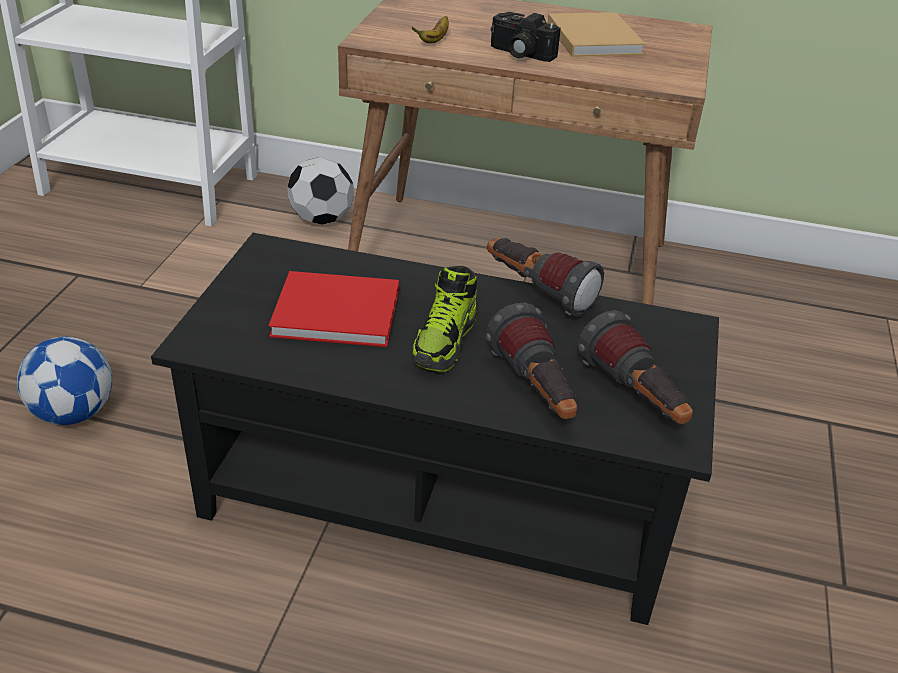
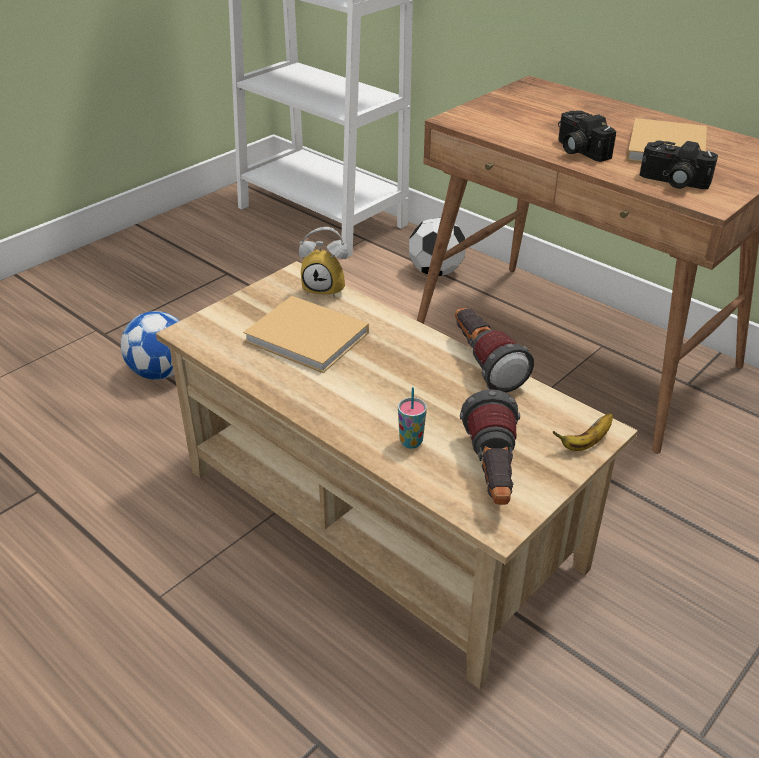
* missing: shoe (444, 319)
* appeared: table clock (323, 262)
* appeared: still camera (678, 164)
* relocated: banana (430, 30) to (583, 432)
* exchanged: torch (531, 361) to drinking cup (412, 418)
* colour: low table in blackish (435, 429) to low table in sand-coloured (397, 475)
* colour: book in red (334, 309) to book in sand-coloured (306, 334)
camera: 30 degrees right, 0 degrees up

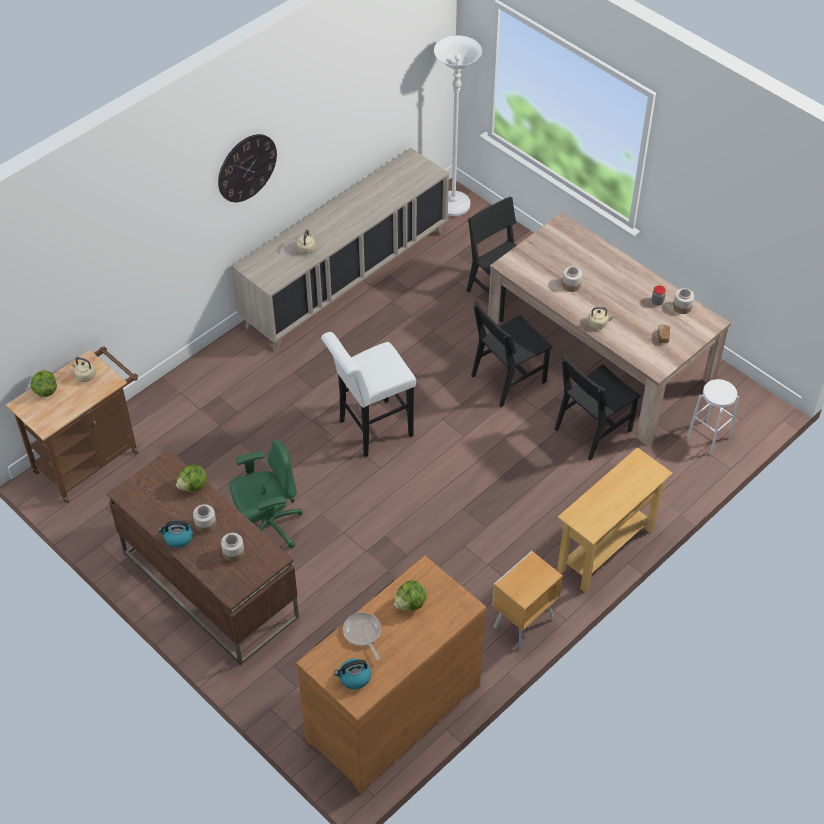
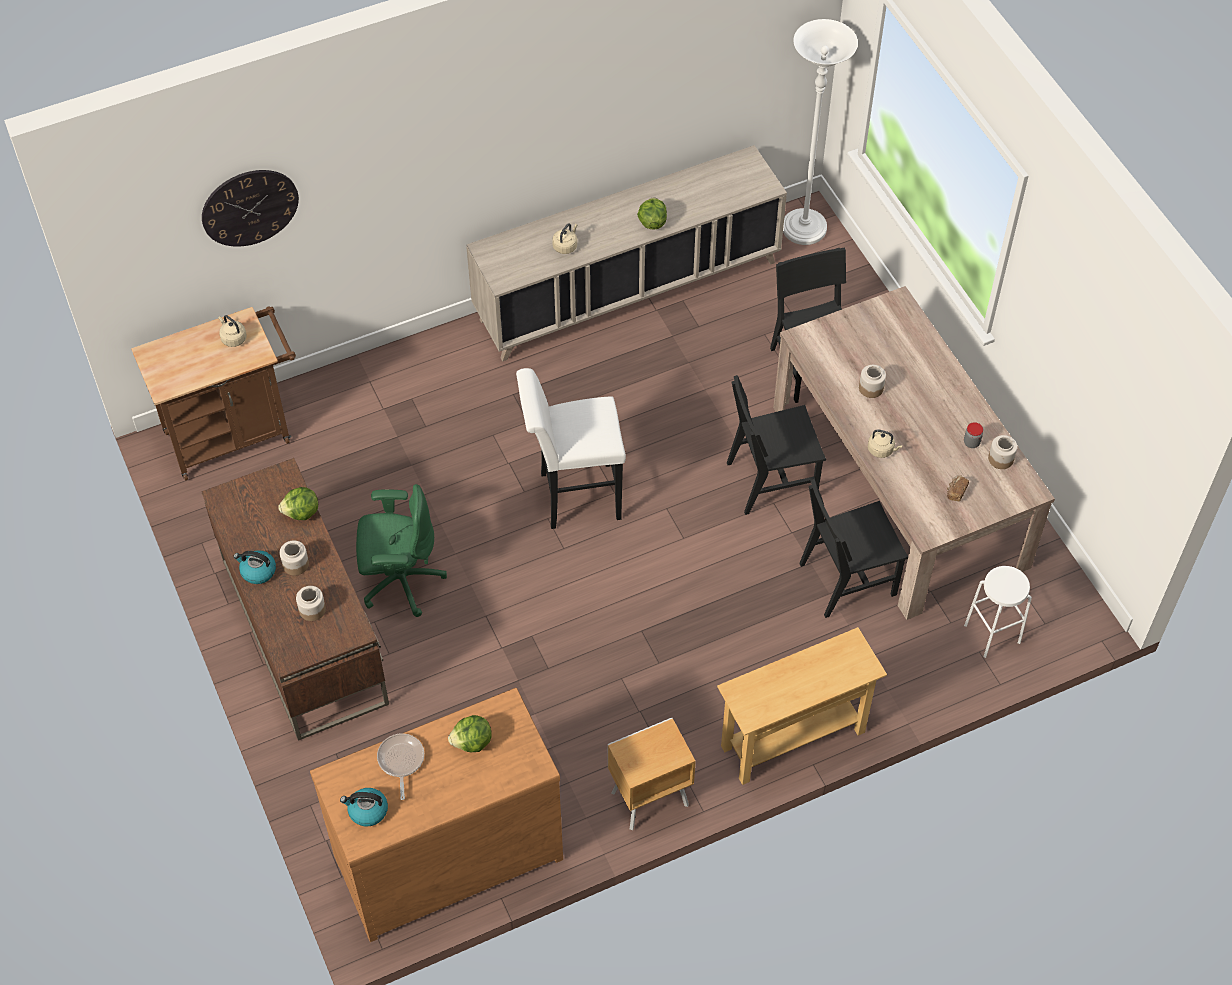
* relocated: lettuce head (44, 383) to (652, 214)
* relocated: wall clock (247, 168) to (250, 208)
camera: 20 degrees right, 5 degrees up

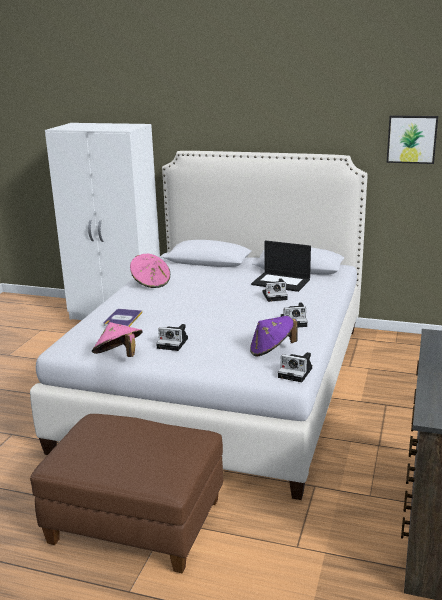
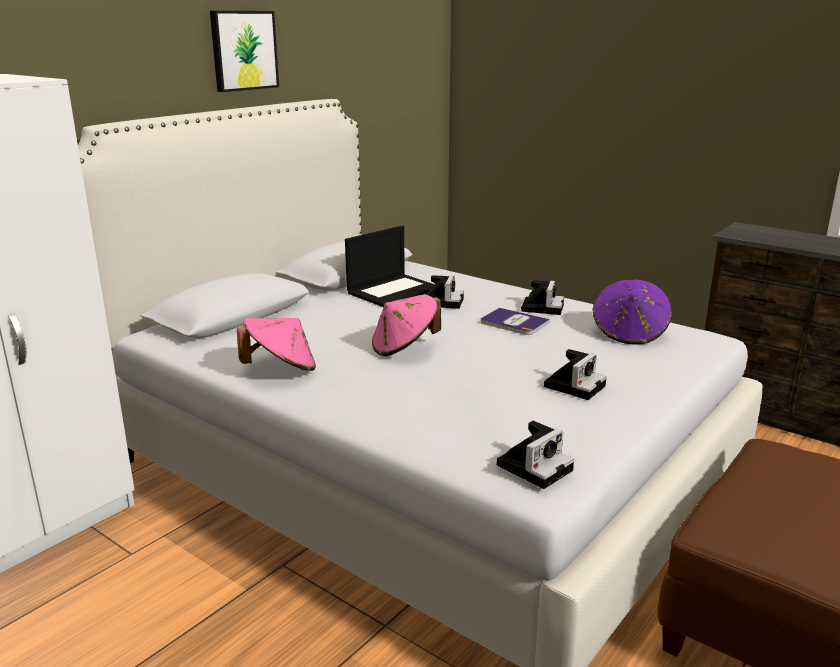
* relocated: hat in pink (117, 339) to (406, 325)
* relocated: book (123, 318) to (515, 321)
* relocated: still camera (295, 367) to (535, 455)
* relocated: wall art (412, 139) to (244, 51)
camera: 70 degrees left, 0 degrees up

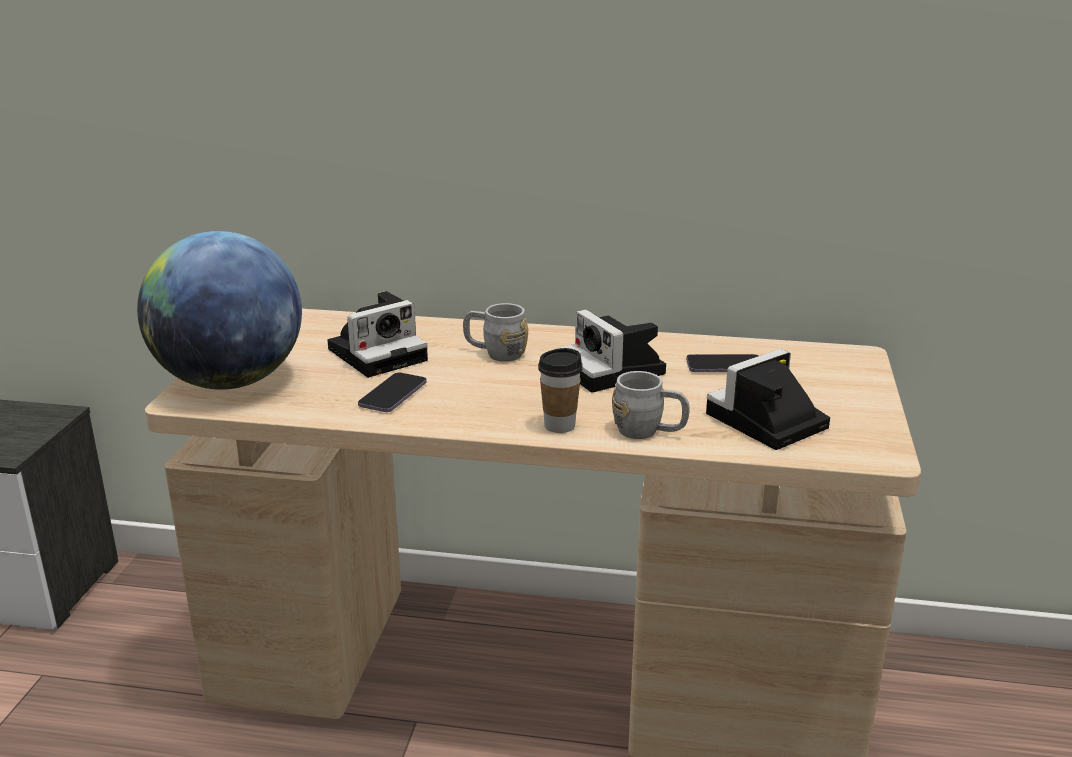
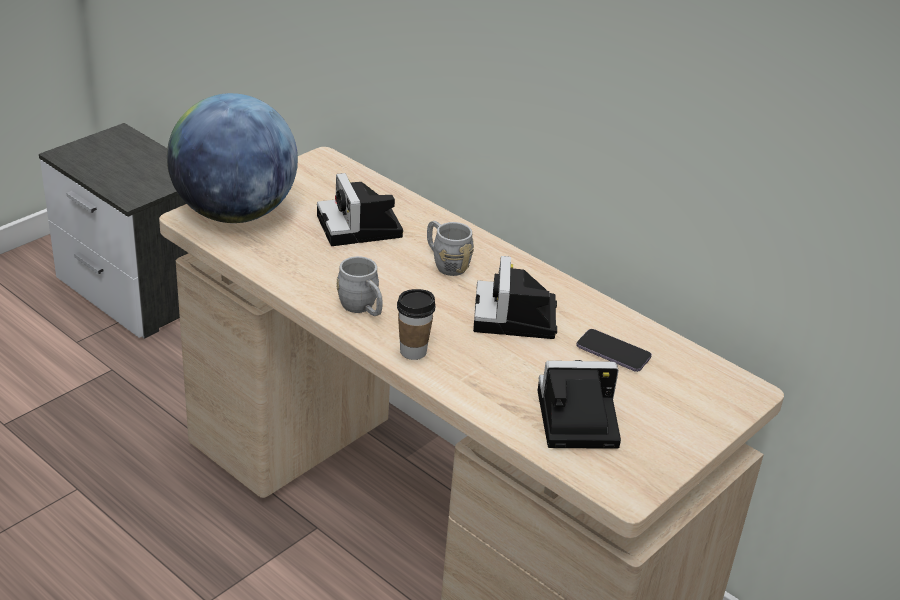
* missing: phone (392, 392)
* relocated: mug in gray (651, 405) to (360, 286)
* spun: still camera (377, 334) = (360, 209) 75 degrees clockwise
camera: 30 degrees right, 10 degrees up

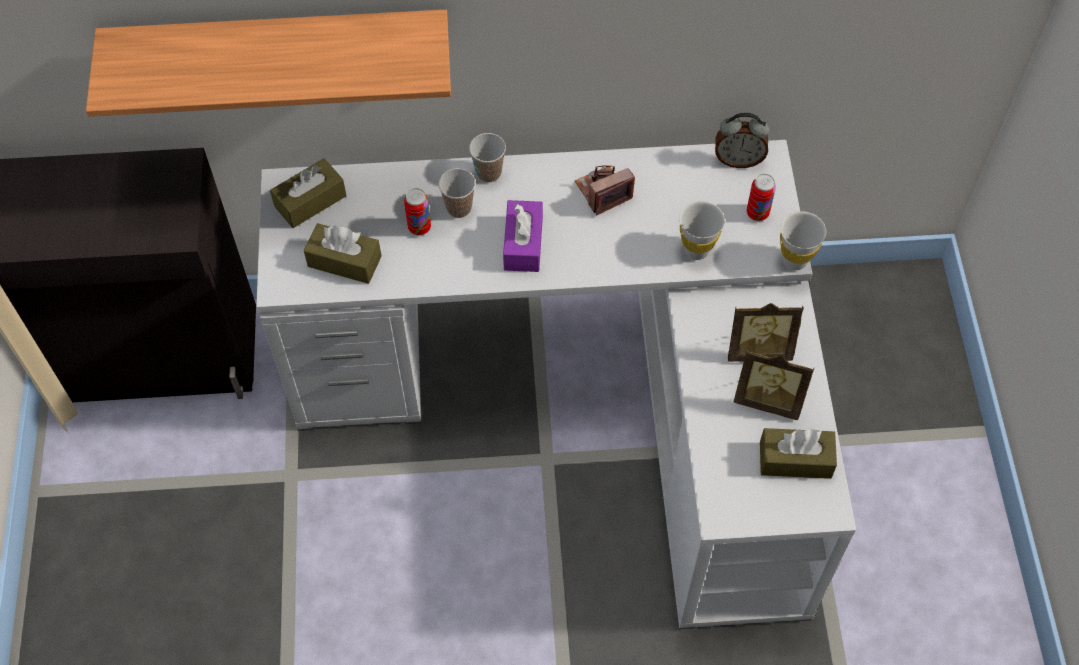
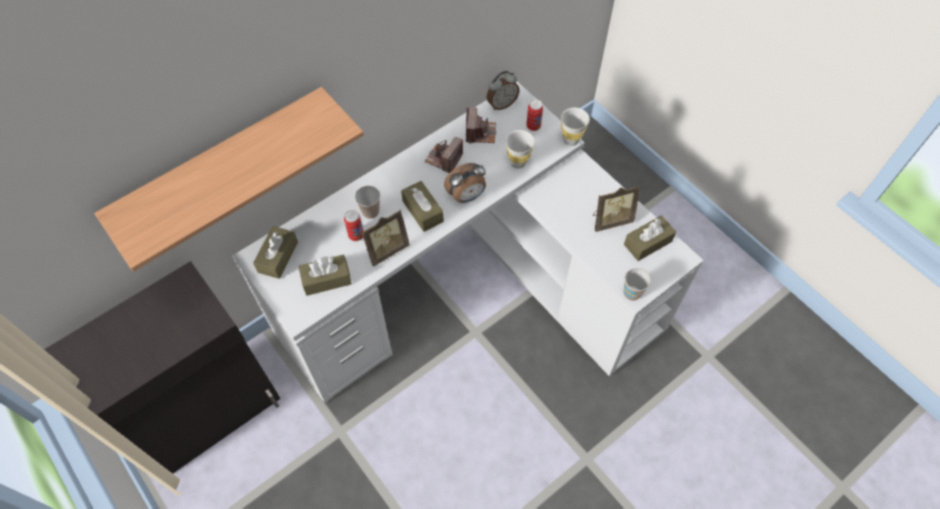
* appeared: table clock (465, 183)
* appeared: still camera (481, 125)
* relocated: drinking cup (487, 157) to (637, 284)
* relocated: photo frame (766, 332) to (385, 238)
* colour: box of tissues in purplish (523, 236) to box of tissues in brownish (422, 206)
camera: 35 degrees left, 0 degrees up

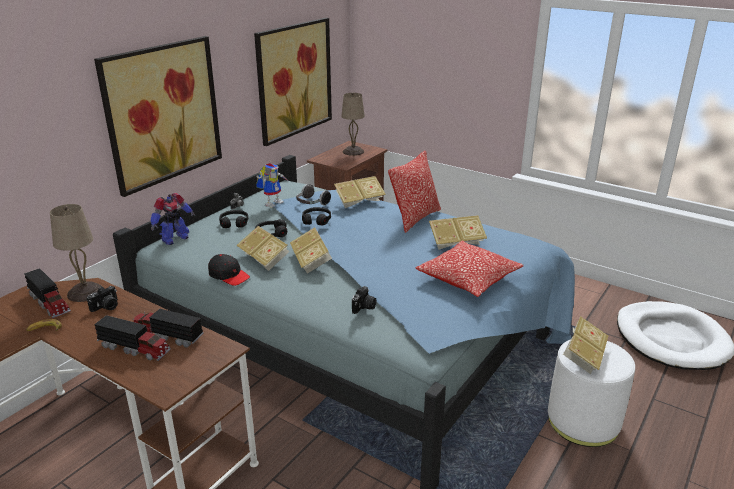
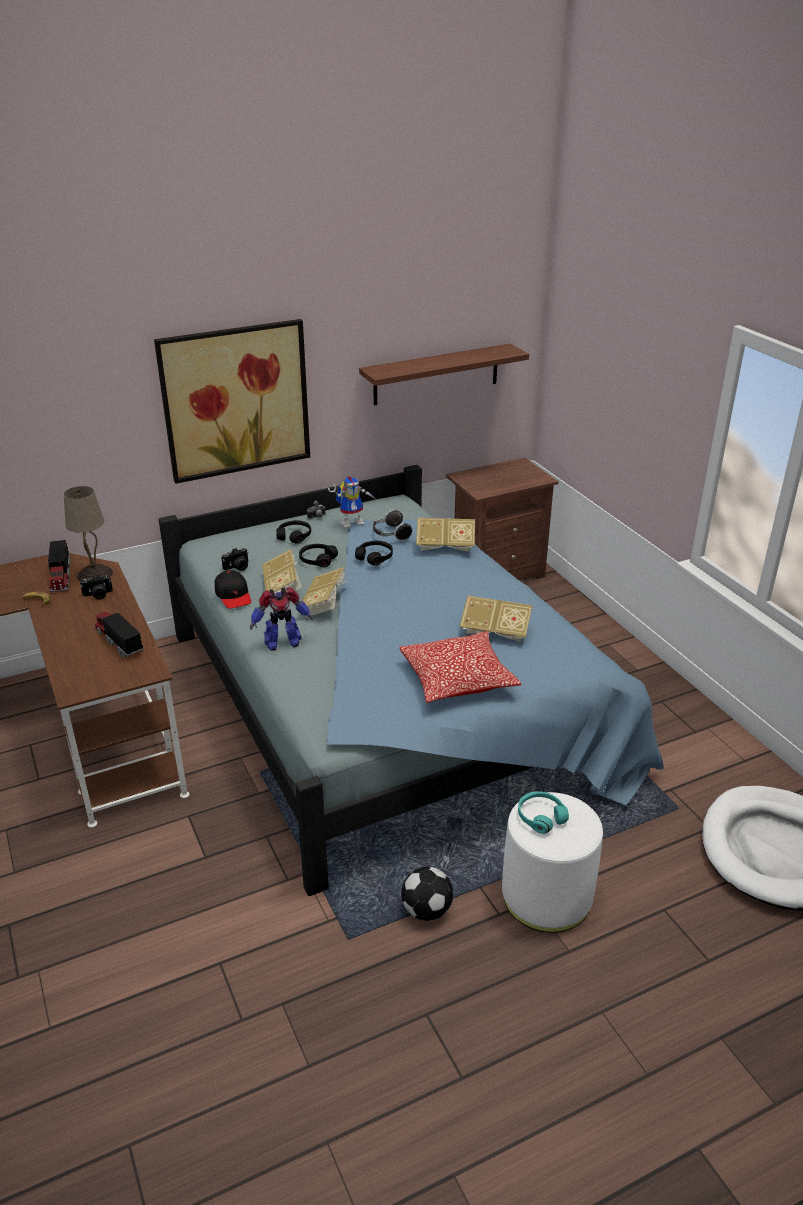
* missing: toy lorry (132, 338)
* missing: lamp for a table in sand-coloured (353, 124)
* missing: throw pillow (414, 192)
* appeared: football (427, 894)
* relocated: model robot (172, 219) to (281, 618)
* relocated: still camera (364, 300) to (234, 559)
* exchanged: wall art (293, 82) to shelf (444, 374)
* exchanged: book (585, 345) to pair of headphones in turquoise (543, 812)
camera: 30 degrees right, 5 degrees up

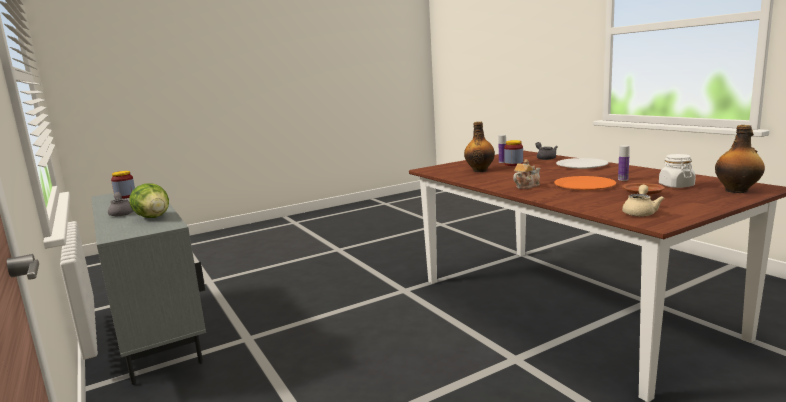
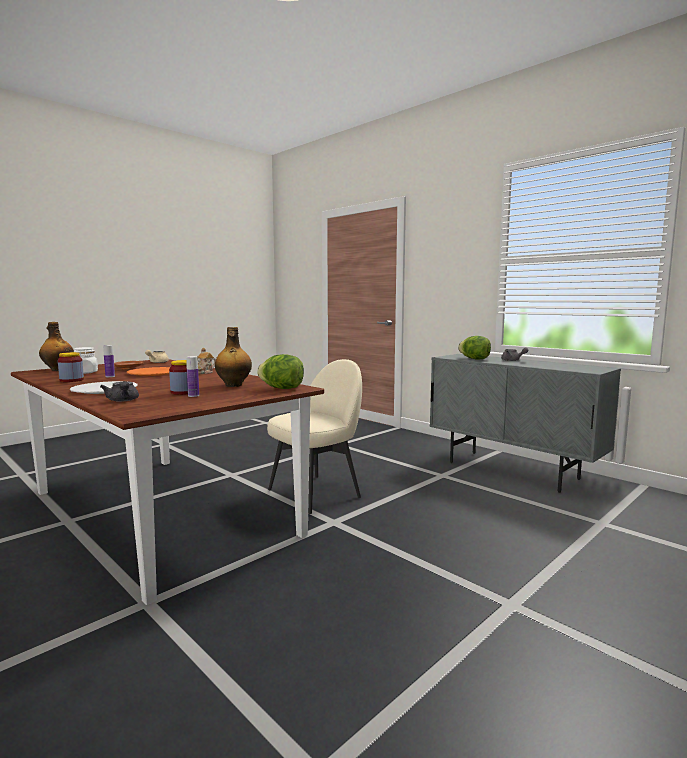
* appeared: lettuce head (280, 371)
* appeared: chair in sand-coloured (314, 436)
* relocated: jar (123, 185) to (71, 367)
camera: 165 degrees right, 5 degrees down

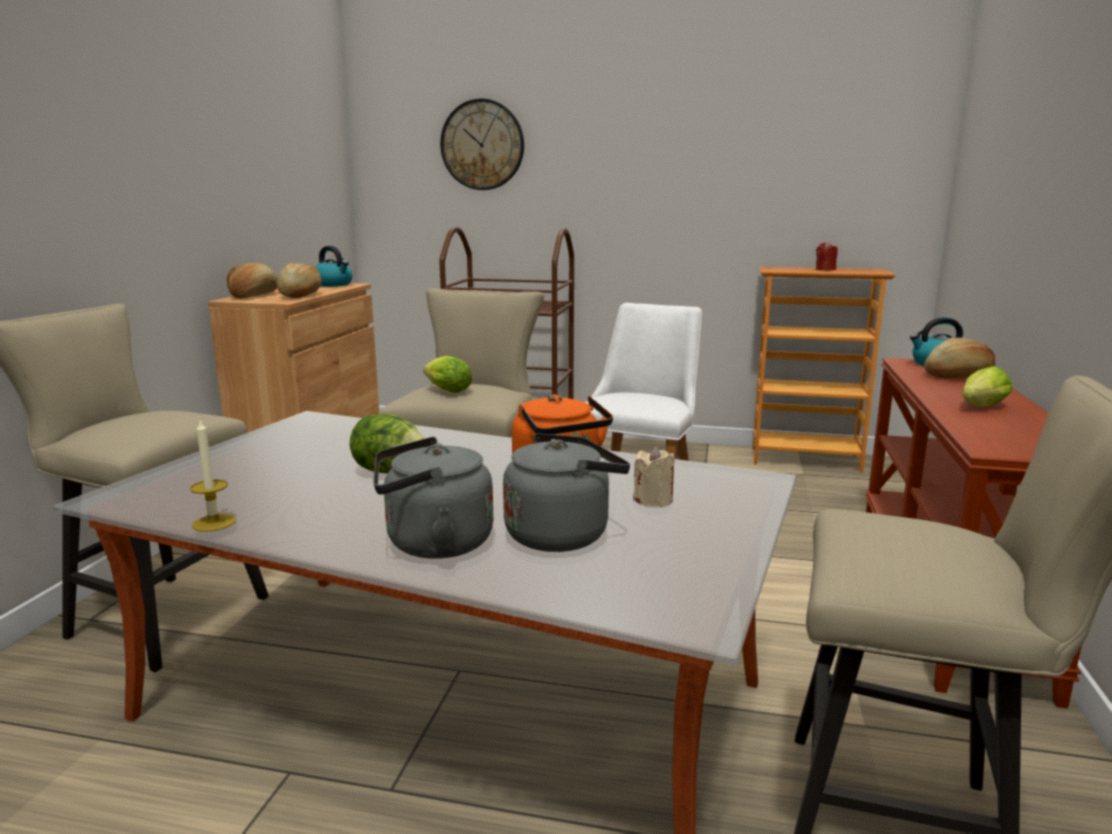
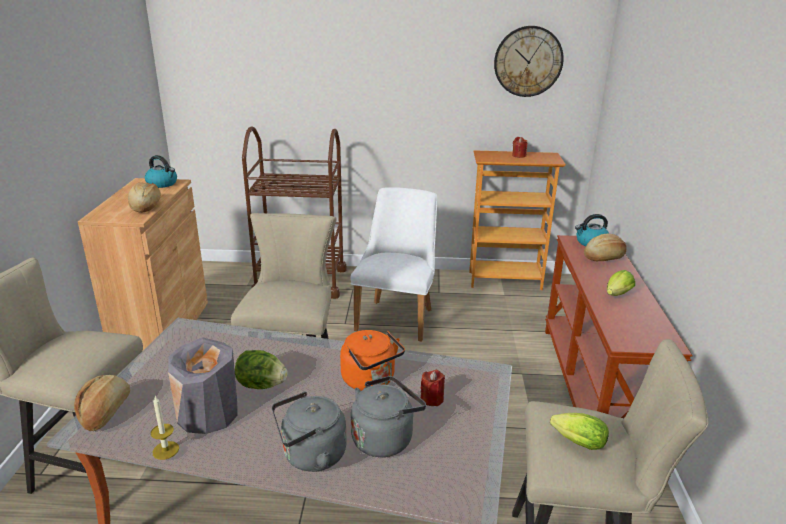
* appeared: flower vase in gray (203, 385)
* relocated: bakery bread (252, 280) to (102, 403)
* relocated: lettuce head (447, 374) to (579, 431)
* relocated: wall clock (482, 144) to (529, 61)
* colour: wax candle in sand-coloured (653, 476) to wax candle in red (433, 388)
camera: 10 degrees left, 10 degrees up

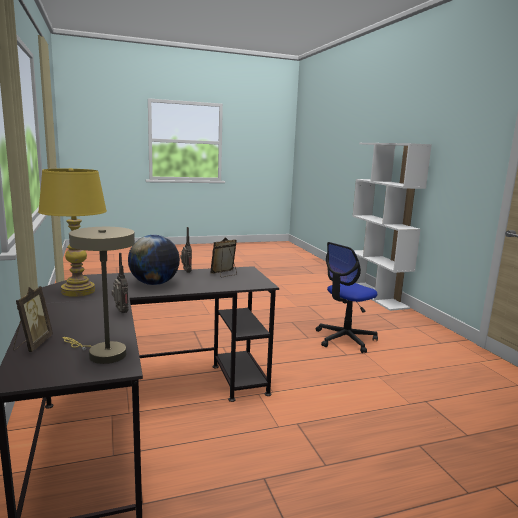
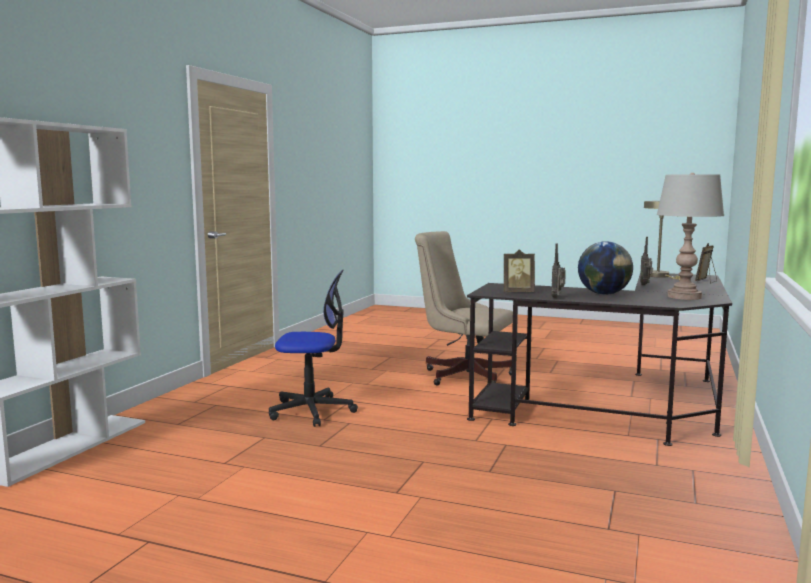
* appeared: computer chair in sand-coloured (464, 308)
* colour: lamp for a table in yellow (72, 232) to lamp for a table in gray (690, 236)
camera: 140 degrees left, 5 degrees down

